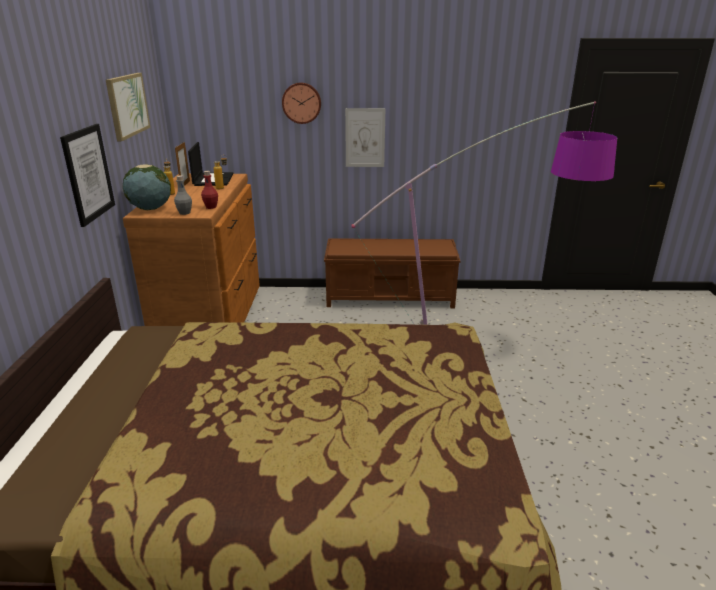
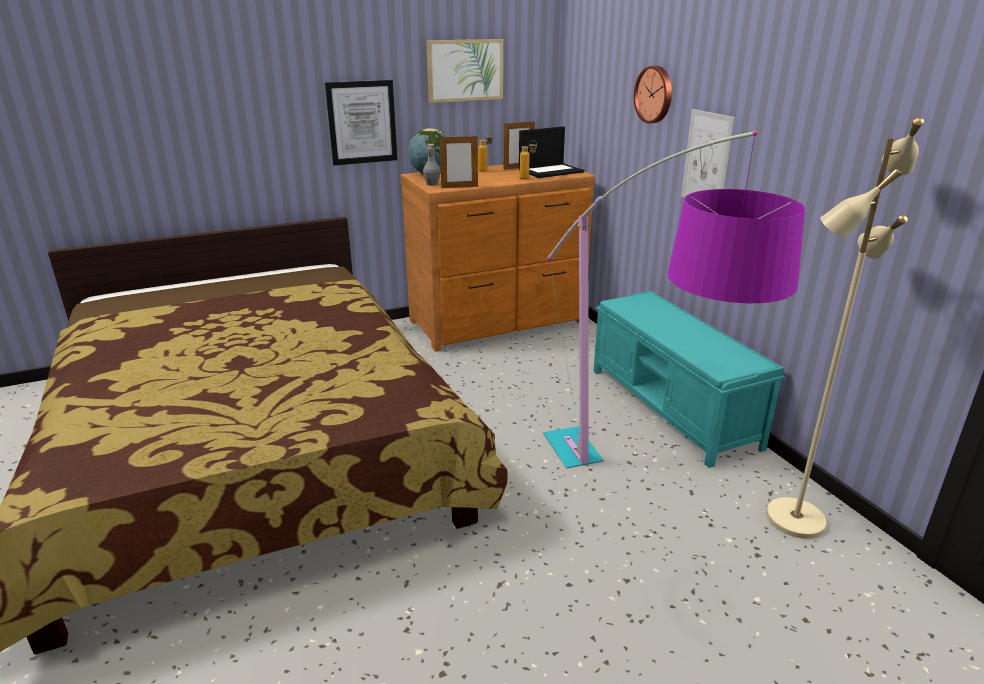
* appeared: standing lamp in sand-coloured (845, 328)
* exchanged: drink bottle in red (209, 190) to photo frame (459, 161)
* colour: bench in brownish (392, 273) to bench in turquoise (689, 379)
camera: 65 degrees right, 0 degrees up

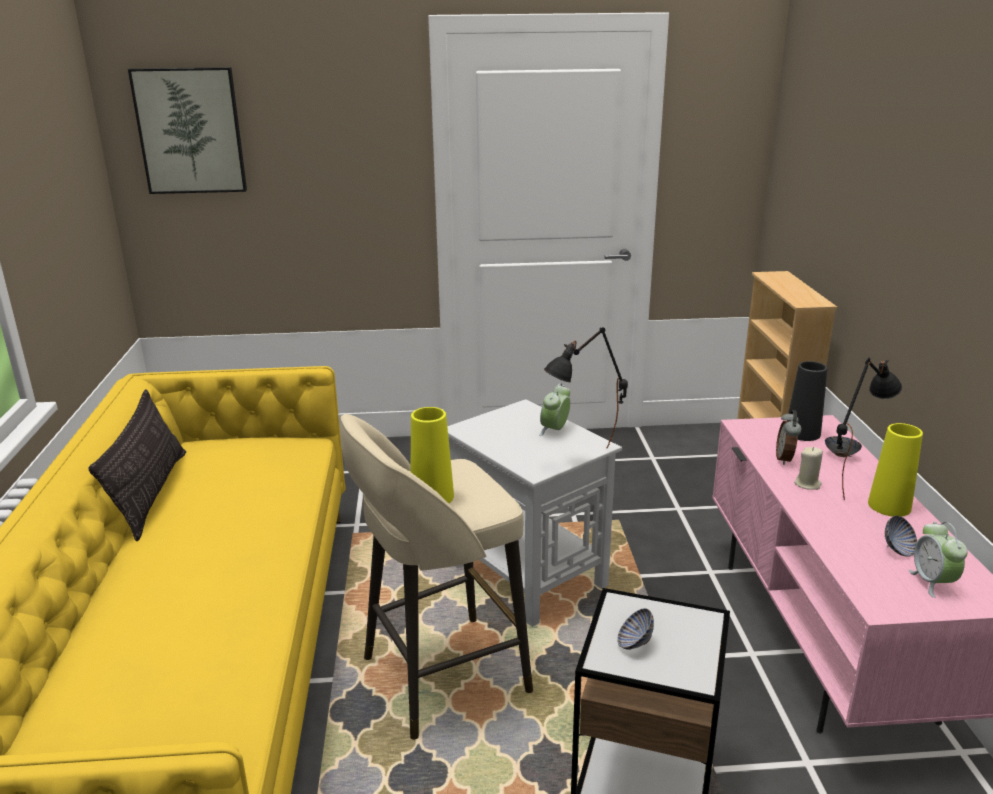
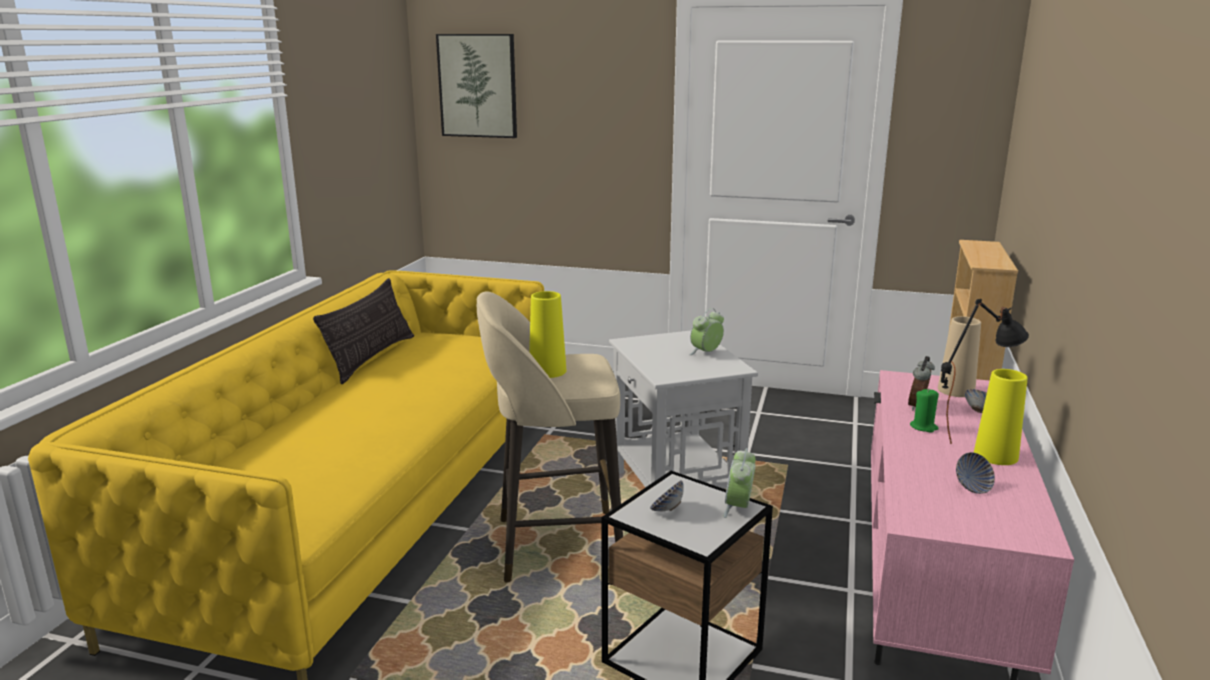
* missing: lamp for a table in blackish (586, 387)
* relocated: table clock (938, 559) to (739, 483)
* colour: flower vase in blackish (807, 401) to flower vase in sand-coloured (959, 356)
* colour: wax candle in sand-coloured (808, 468) to wax candle in green (924, 410)
camera: 20 degrees right, 5 degrees down

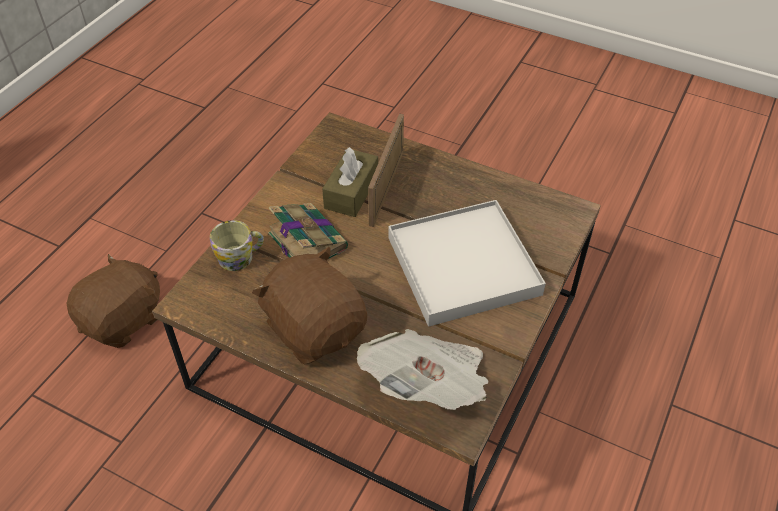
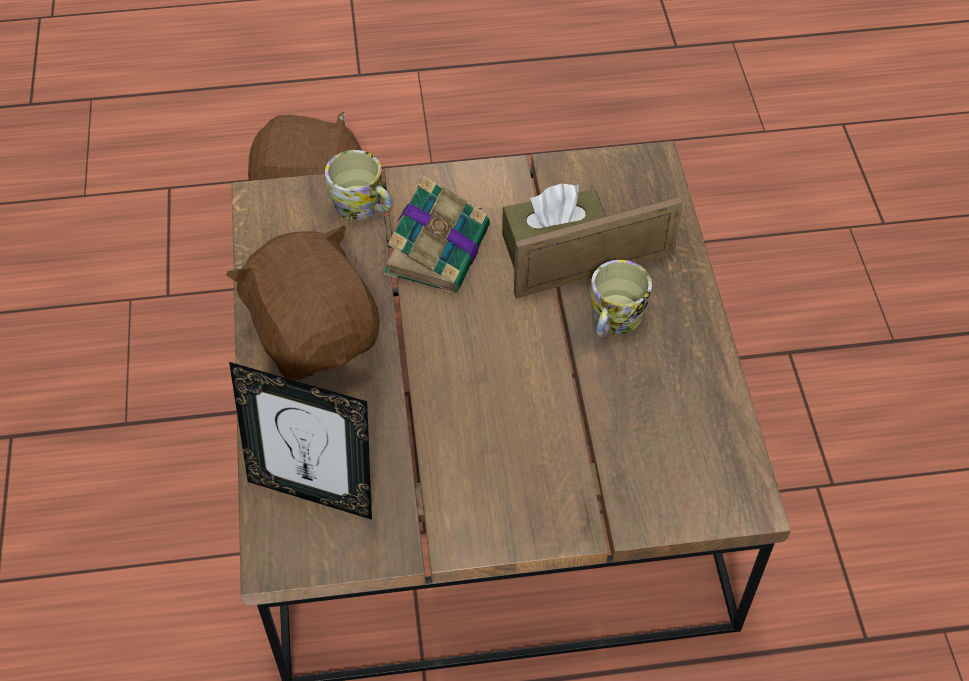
* missing: tray in white-coloured (467, 263)
* appeared: mug (621, 298)
* exchanged: printed paper (423, 369) to photo frame (300, 441)
* spun: plush toy in brownish (309, 305) = (302, 302) 45 degrees counterclockwise
camera: 55 degrees right, 5 degrees up

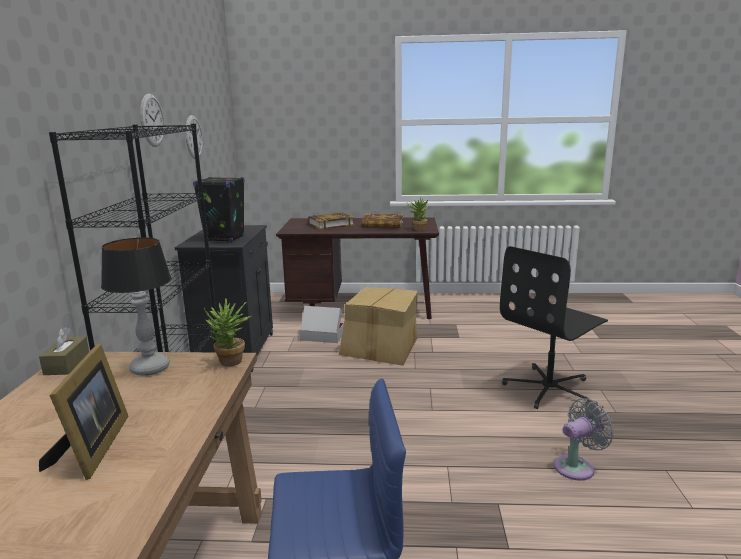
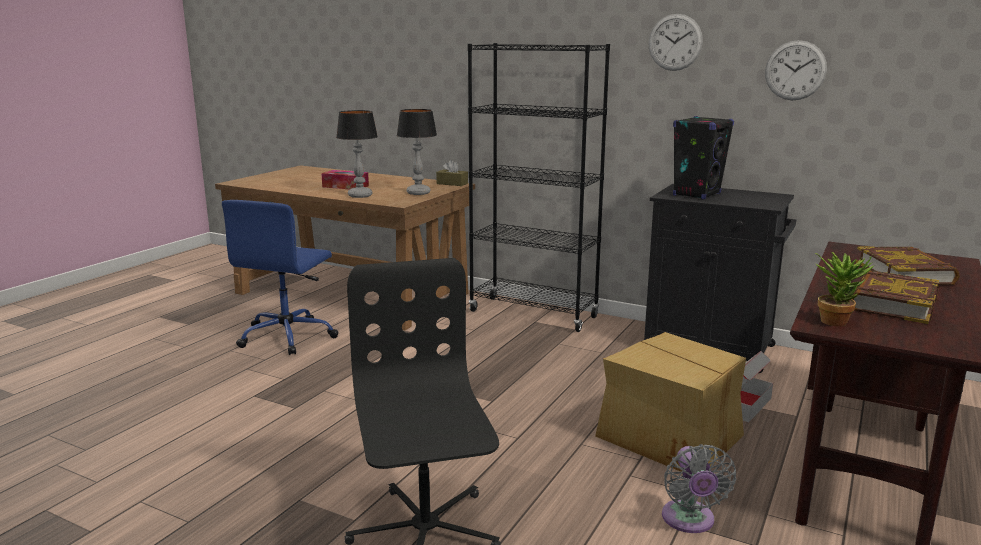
* missing: potted plant (227, 332)
* appeared: lamp for a table (357, 154)
* relocated: cooling fan in gray (584, 439) to (699, 488)
* exchanged: photo frame (83, 412) to box of tissues (345, 179)
camera: 115 degrees right, 0 degrees up

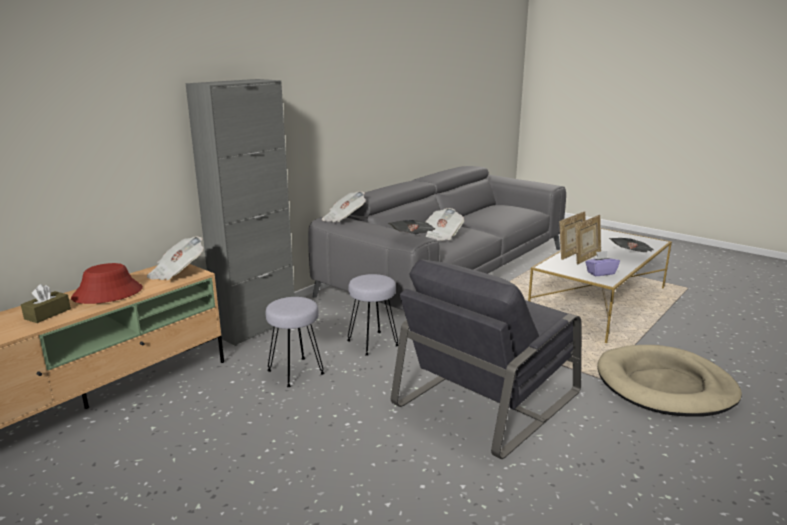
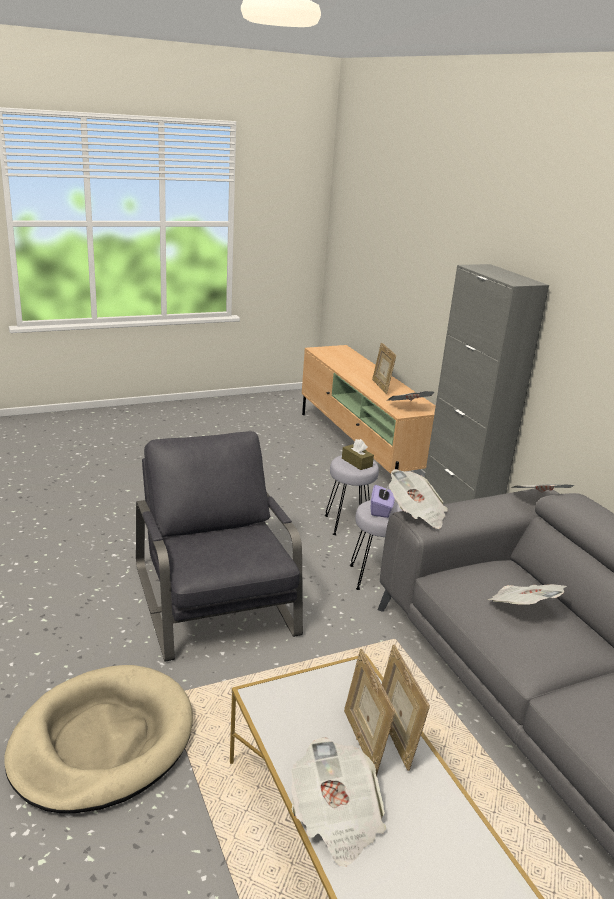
* relocated: box of tissues in brownish (46, 303) to (358, 454)
* relocated: box of tissues in purplish (602, 263) to (383, 501)
* exchanged: hat in red (107, 283) to photo frame (384, 368)
camera: 115 degrees right, 5 degrees up

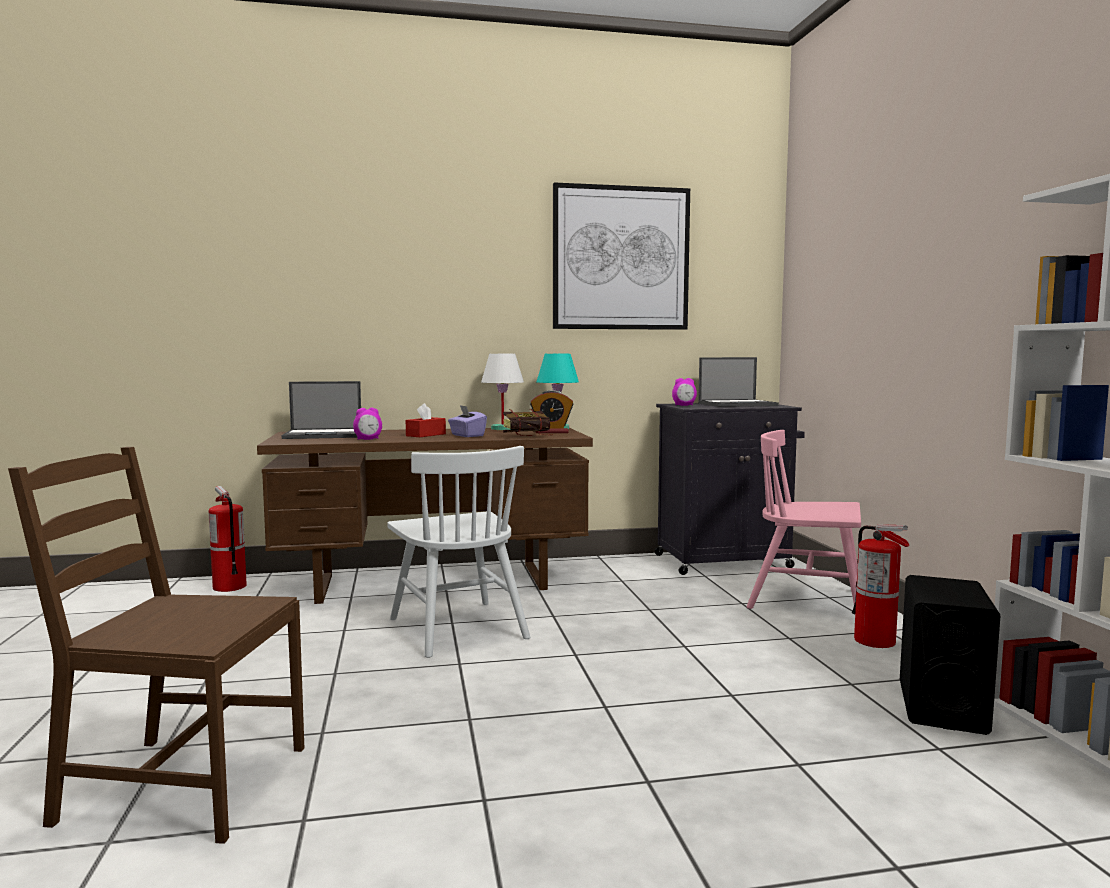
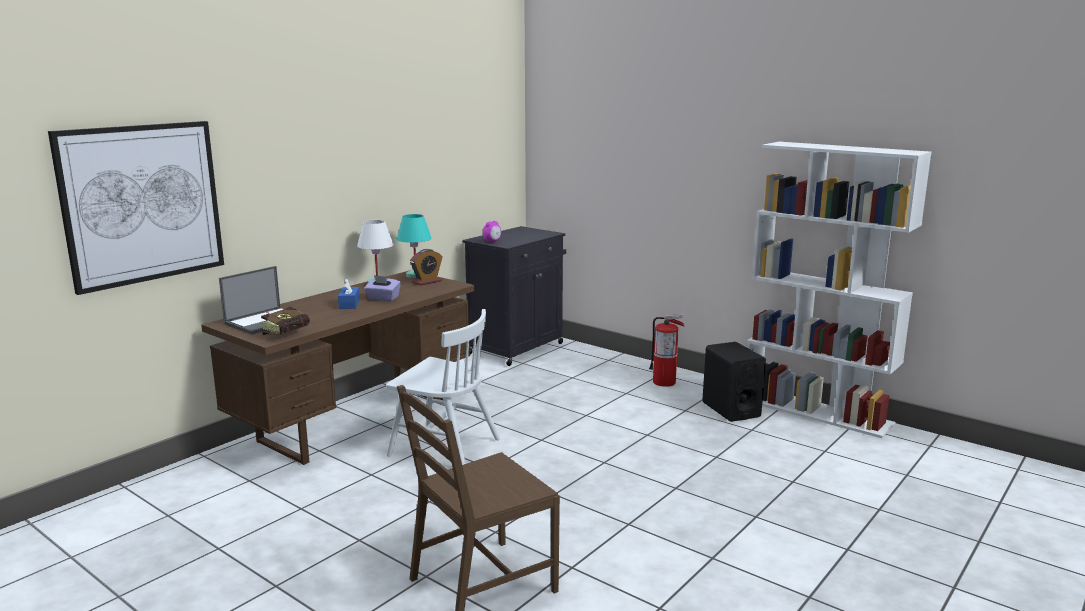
* missing: fire-fighting cylinder (227, 539)
* missing: table clock (367, 424)
* missing: notebook computer (738, 382)
* missing: chair in pink (803, 519)
* relocated: book (528, 422) to (285, 321)
* relocated: wall art (621, 256) to (136, 208)
* colour: box of tissues in red (426, 420) to box of tissues in bluish (349, 293)
camera: 40 degrees left, 10 degrees up

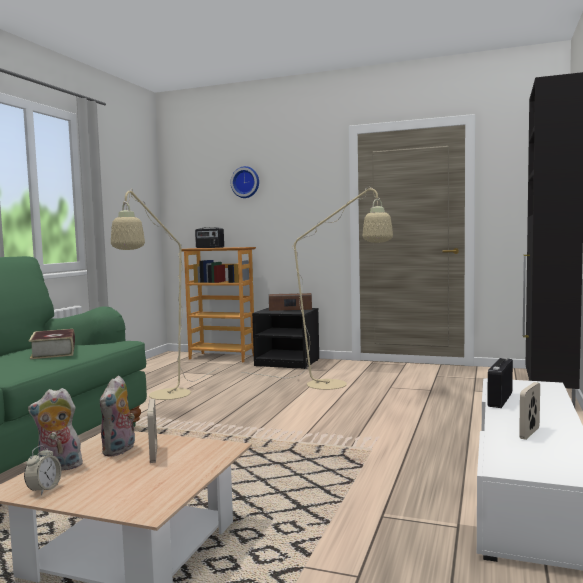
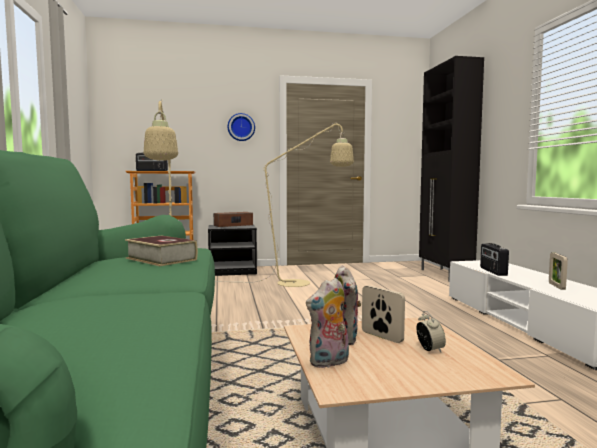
* relocated: table clock (42, 470) to (431, 331)
* relocated: wall clock (244, 182) to (241, 127)
camera: 30 degrees left, 0 degrees up

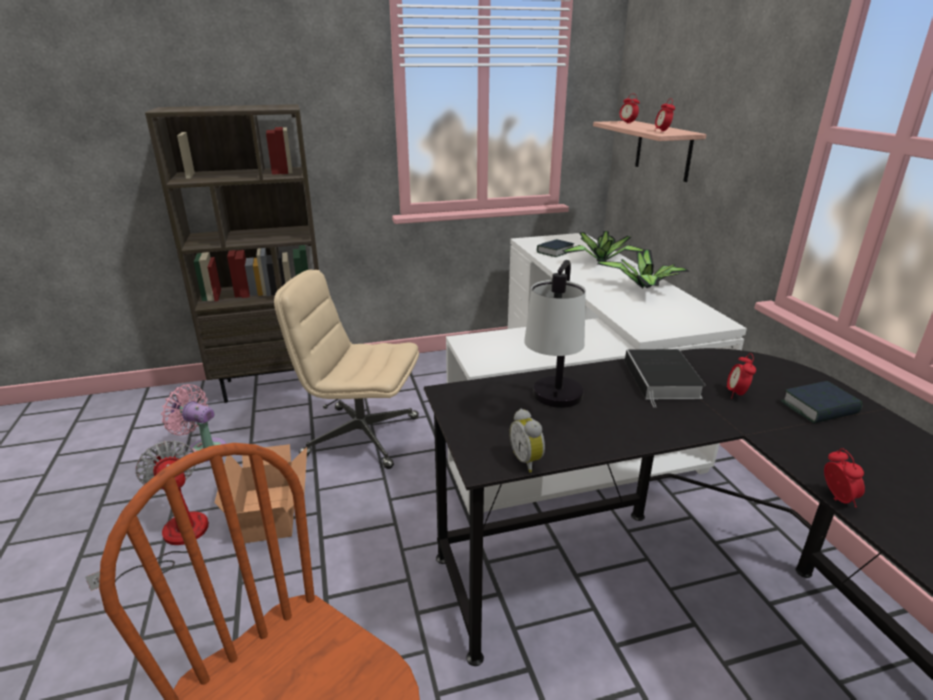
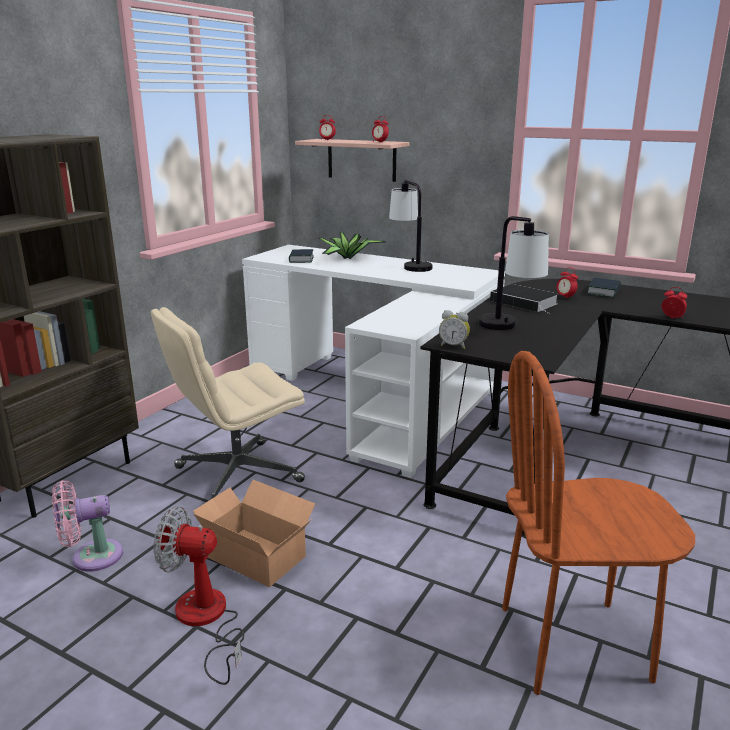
* relocated: table clock (527, 441) to (454, 329)
* exchanged: potted plant (643, 269) to lamp for a table (411, 226)
camera: 45 degrees left, 5 degrees down

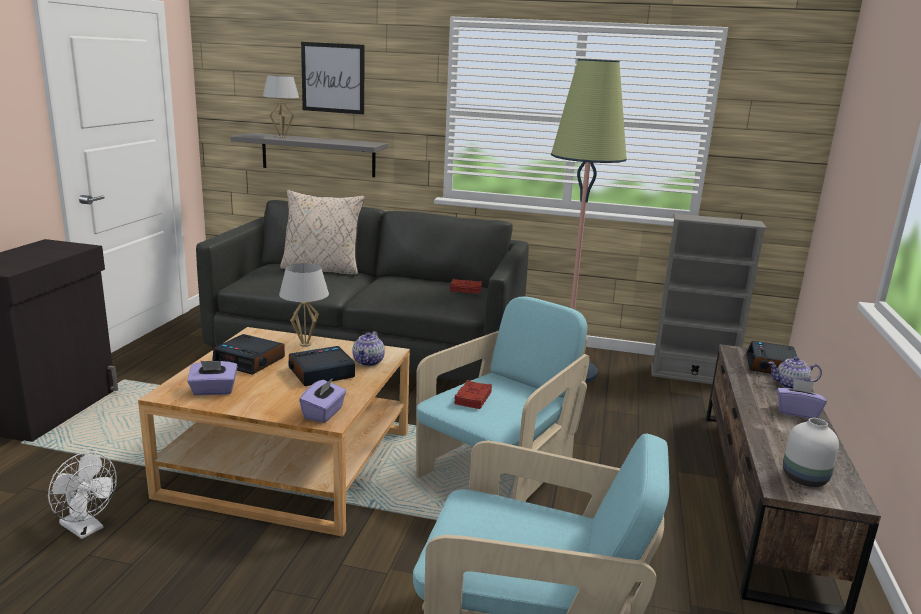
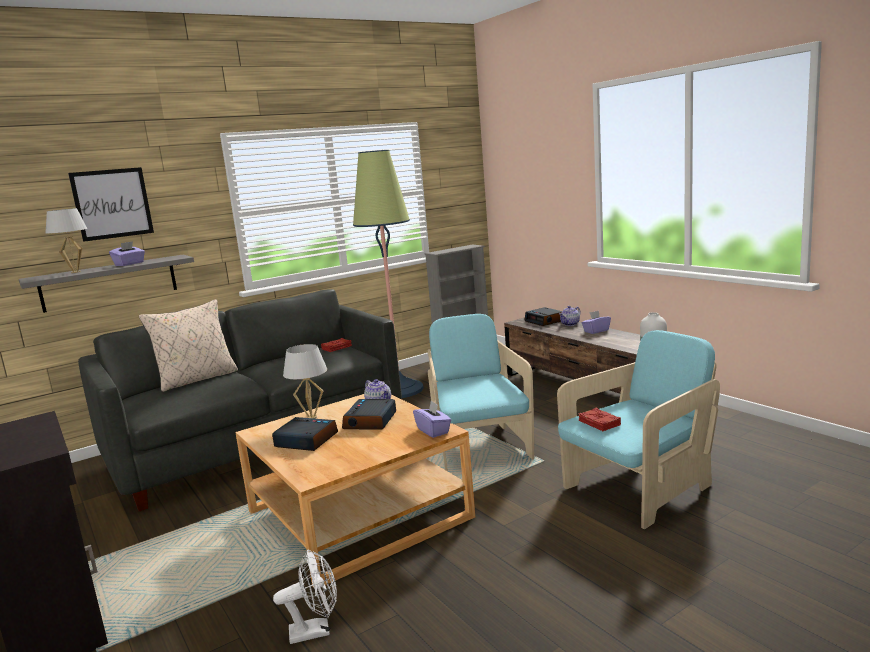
* relocated: box of tissues in purplish (212, 378) to (127, 253)
* relocated: book in red (473, 394) to (600, 419)
* spun: table clock (248, 354) = (305, 434) 135 degrees counterclockwise
camera: 45 degrees left, 5 degrees down

